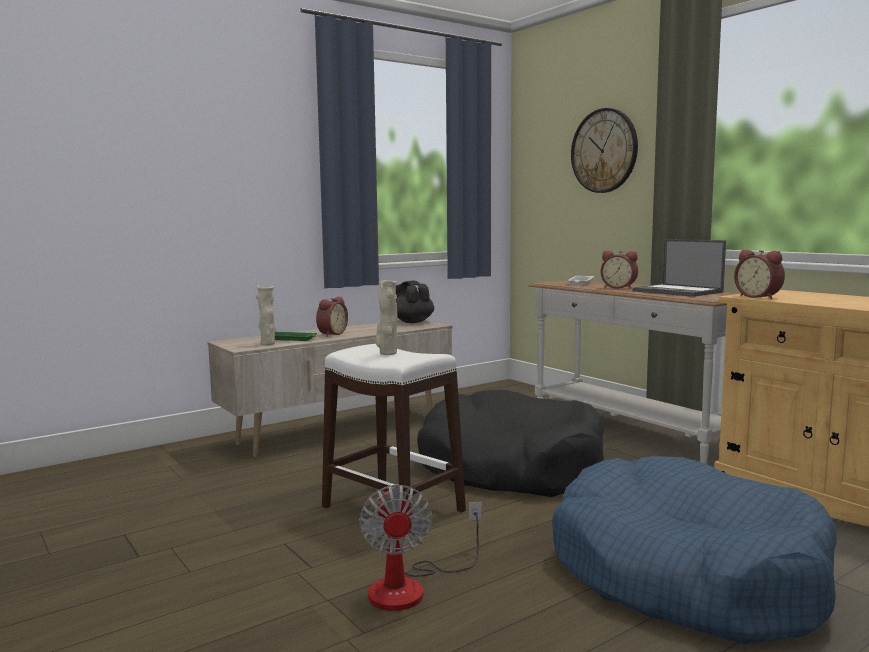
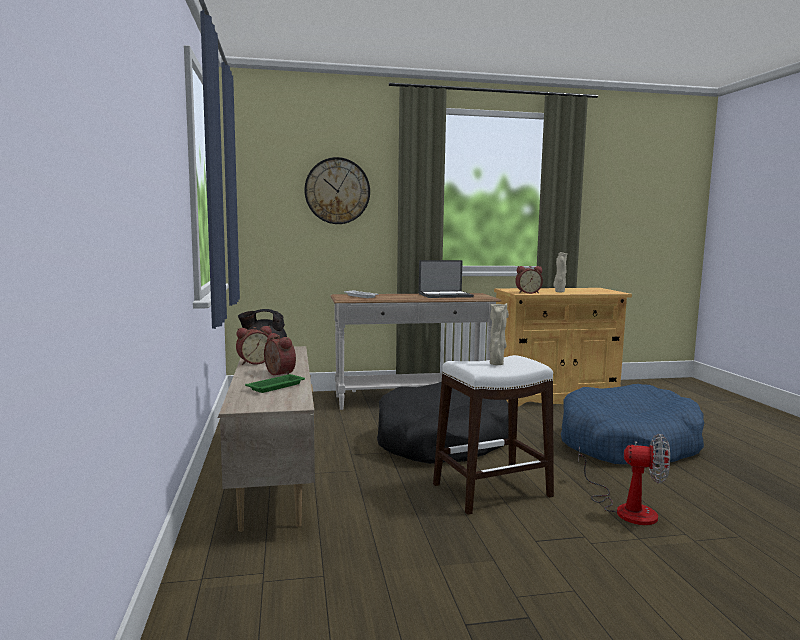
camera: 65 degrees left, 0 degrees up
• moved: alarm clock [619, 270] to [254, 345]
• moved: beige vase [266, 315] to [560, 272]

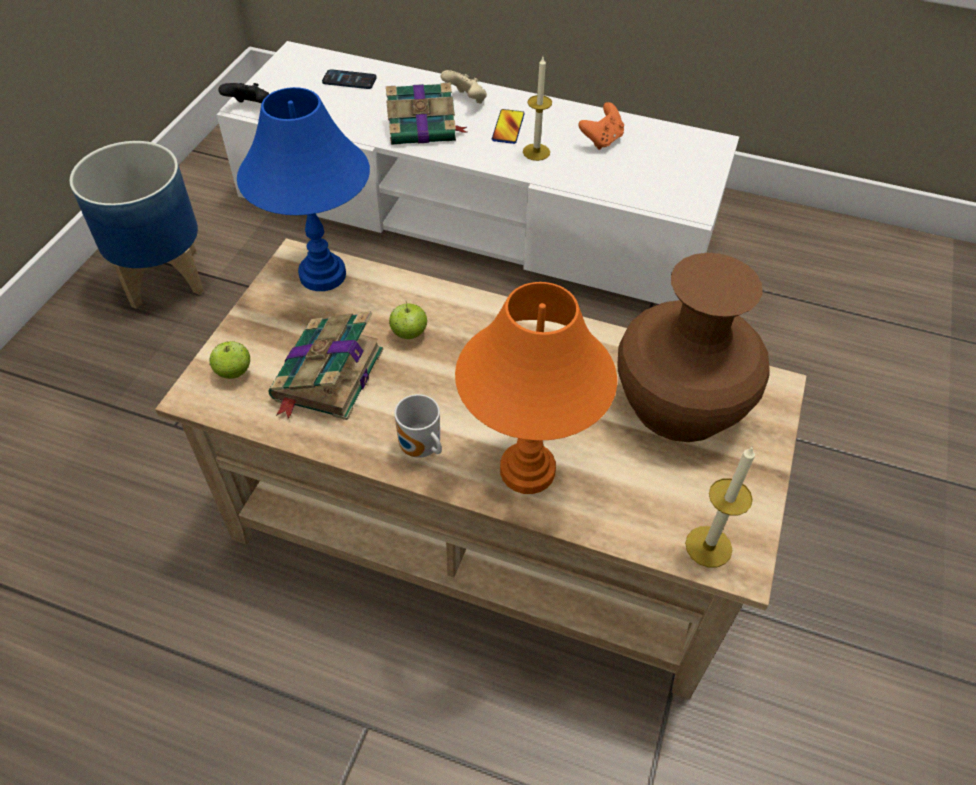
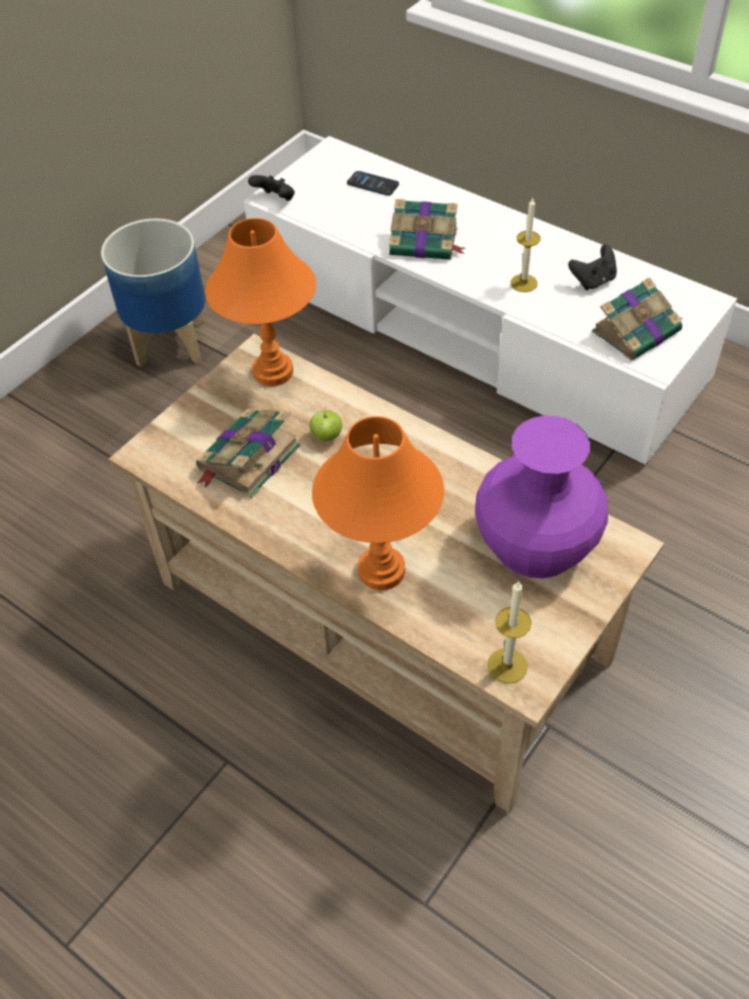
camera: 20 degrees right, 0 degrees up
• recoloured: blue table lamp [303, 189] to orange table lamp [260, 302]
• recoloured: brown vase [693, 347] to purple vase [541, 496]
• recoloured: orange game controller [601, 126] to black game controller [592, 267]
• added: book [637, 318]
• removed: apple [229, 360]
• removed: mug [418, 426]
• removed: beige game controller [464, 87]
• removed: phone [508, 126]

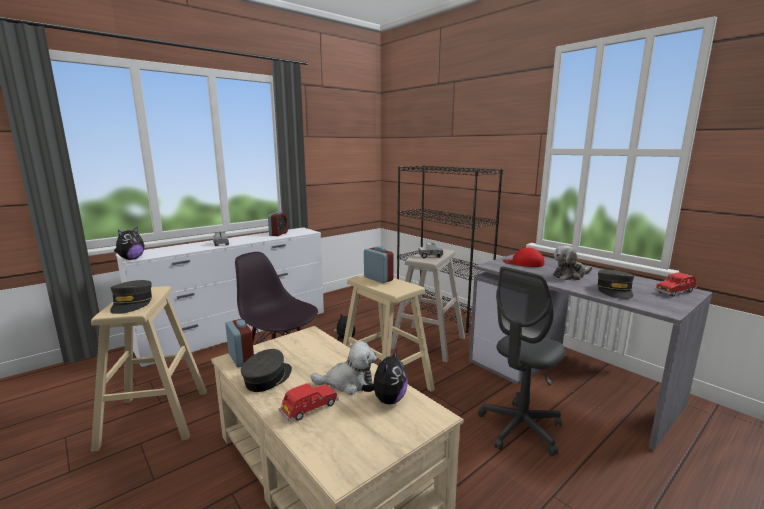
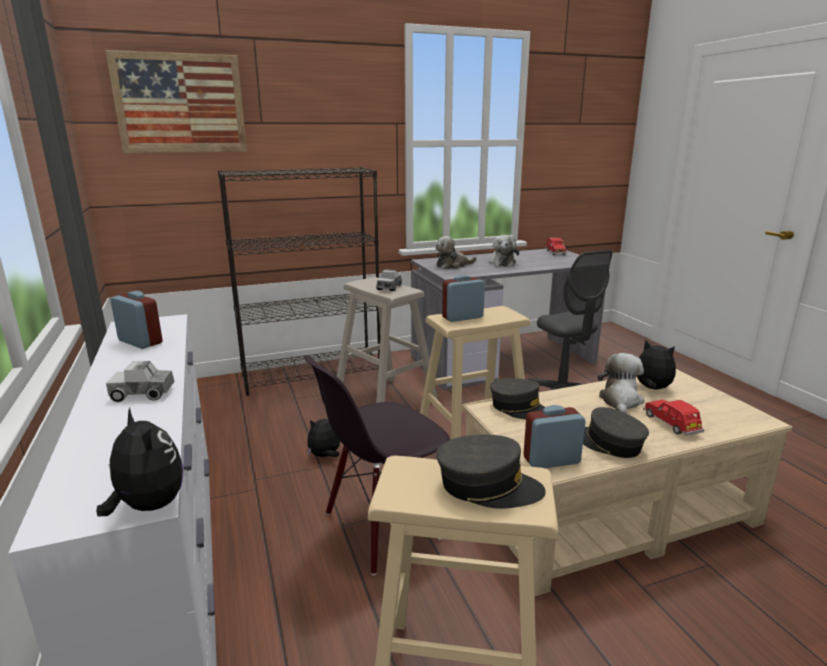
camera: 70 degrees left, 5 degrees up
• added: picture [176, 101]
• replaced: red cap [523, 257] to plush toy [455, 252]
• moved: grey cap [615, 284] to [517, 398]

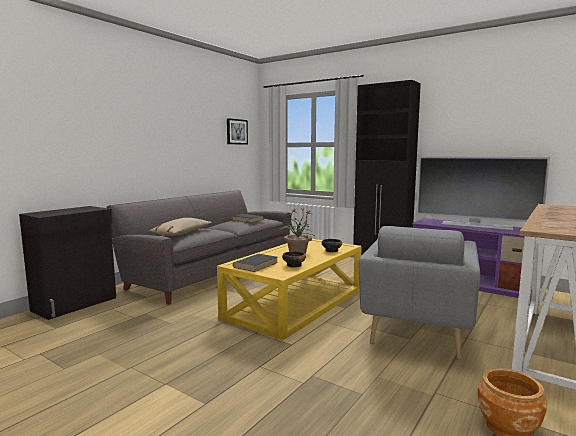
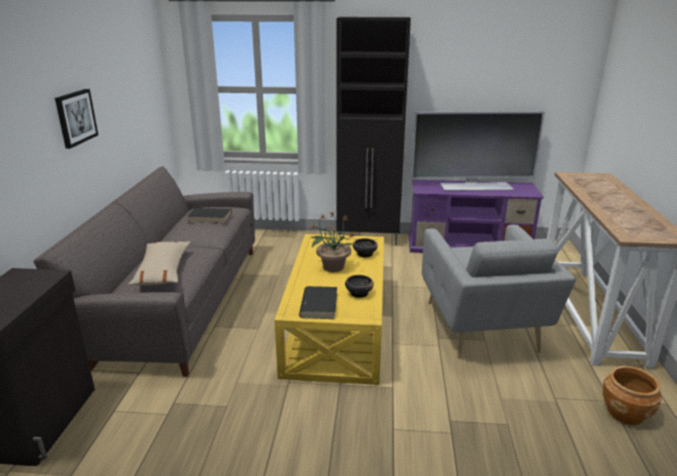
camera: 30 degrees left, 15 degrees up
• moved: picture [237, 131] to [76, 119]

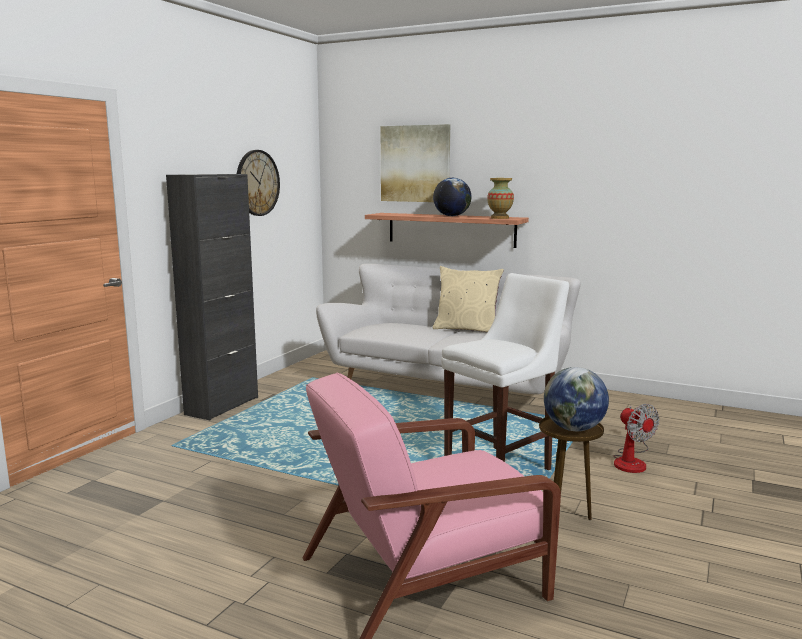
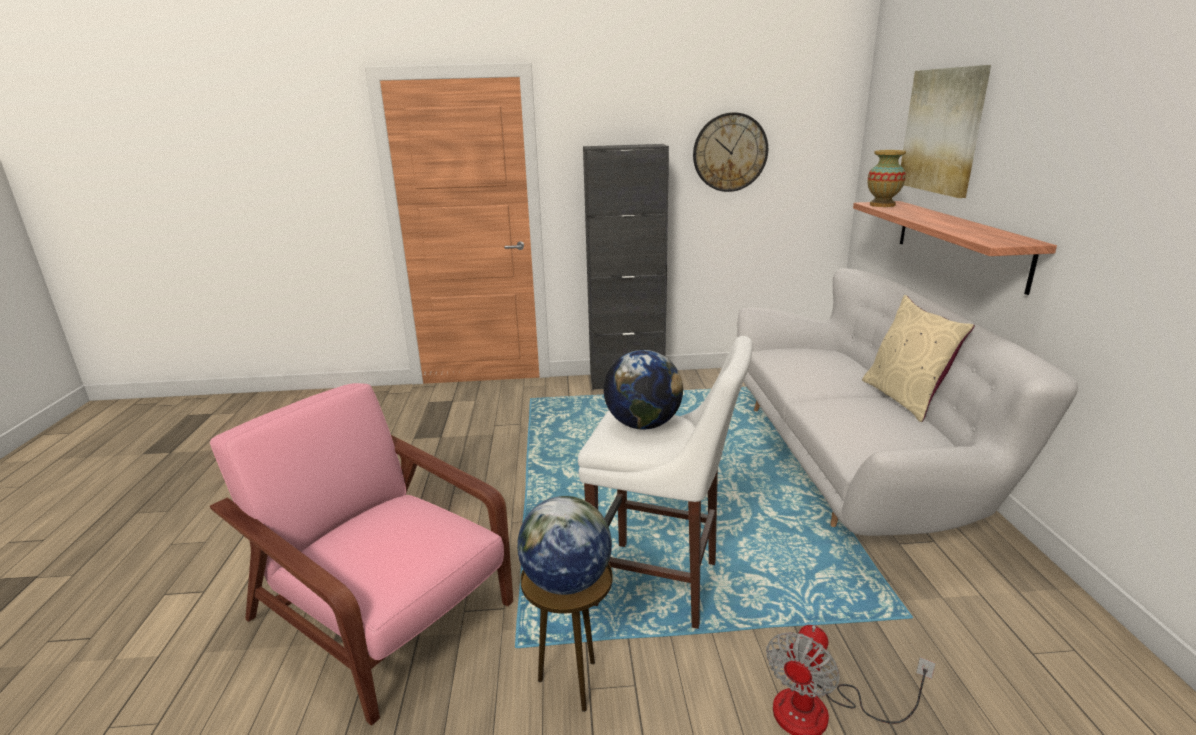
camera: 60 degrees right, 10 degrees up
• moved: globe [452, 197] to [643, 389]
• moved: vase [500, 198] to [887, 178]

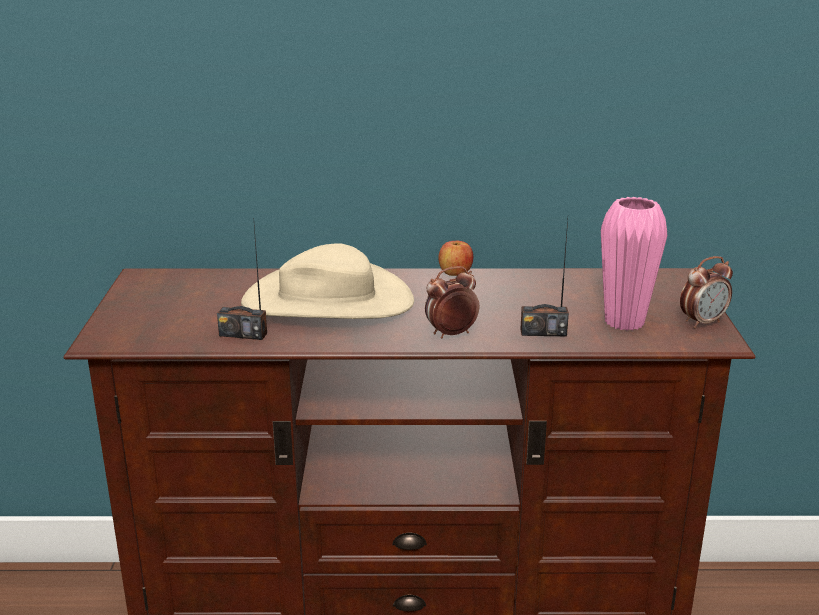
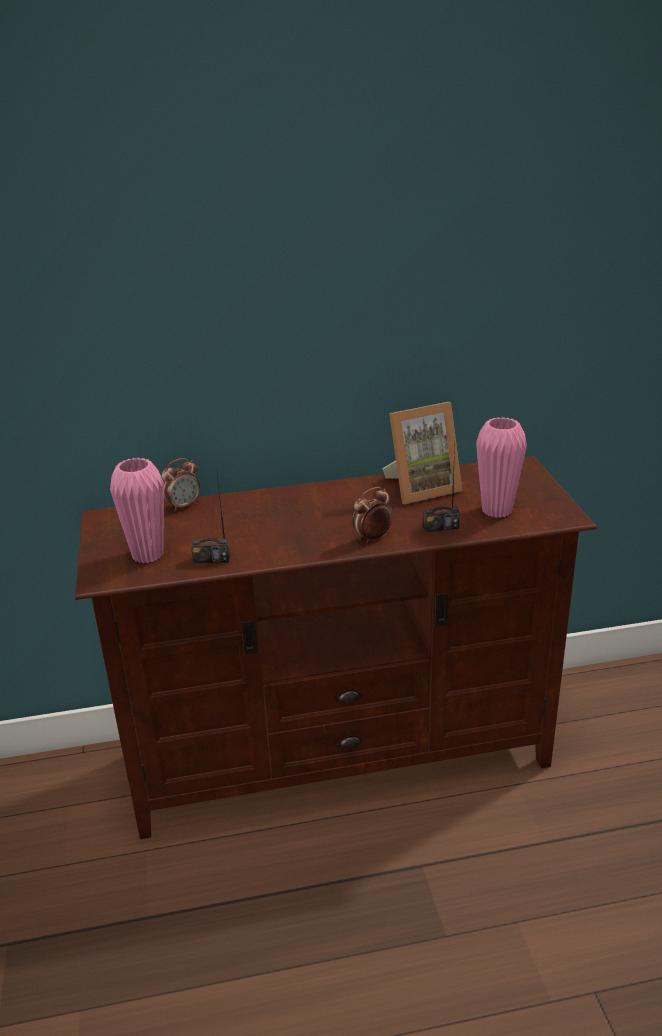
camera: 10 degrees left, 5 degrees up
• added: pink vase [137, 510]
• moved: alarm clock [706, 292] to [181, 485]
• added: picture frame [422, 453]
• removed: beige hat [327, 281]
• removed: apple [456, 258]

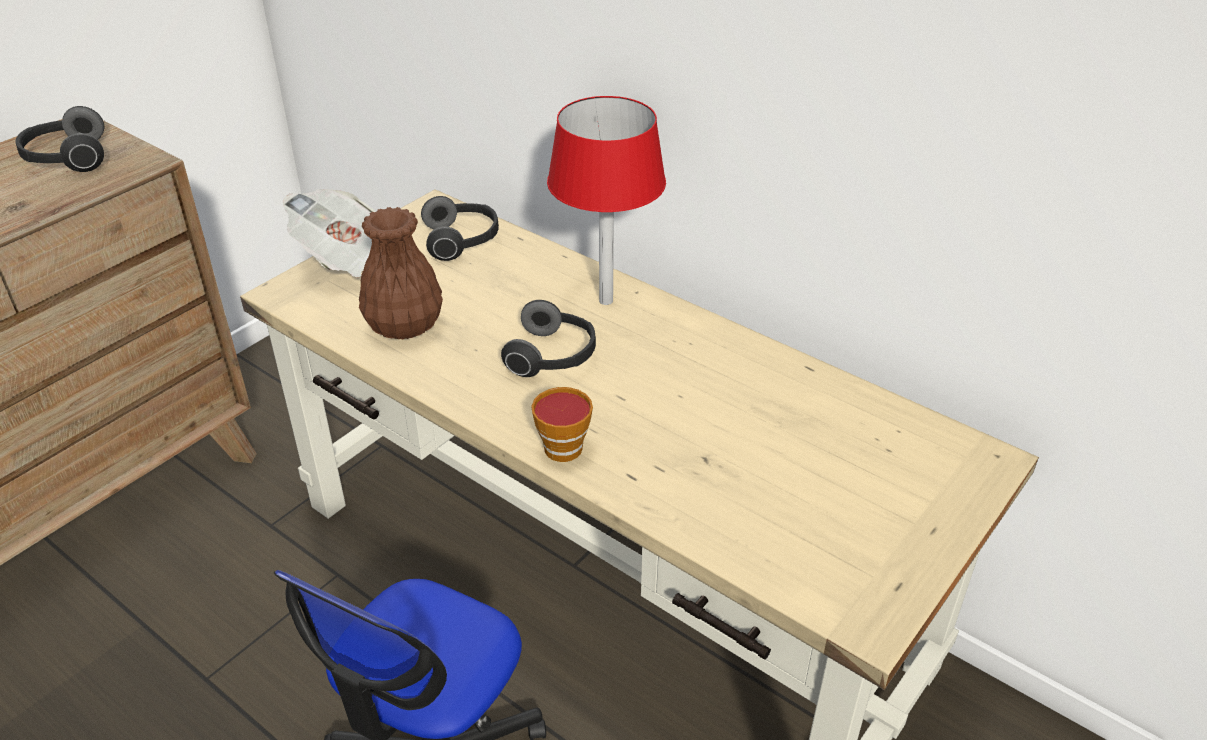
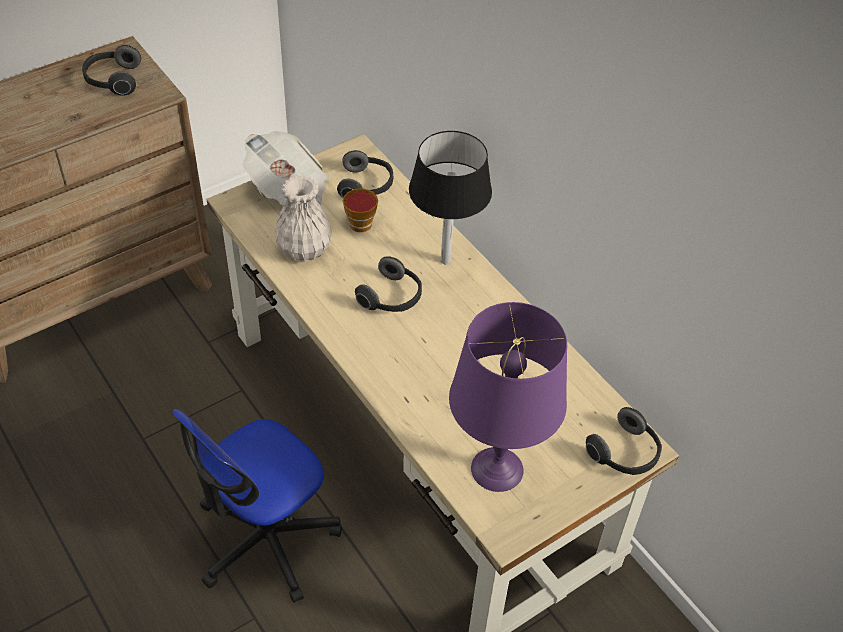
camera: 15 degrees right, 10 degrees up
• recoloured: brown vase [401, 273] to white vase [303, 218]
• moved: cup [562, 424] to [360, 210]
• recoloured: red table lamp [606, 200] to black table lamp [450, 198]
• added: purple table lamp [508, 397]
• added: headphones [624, 441]

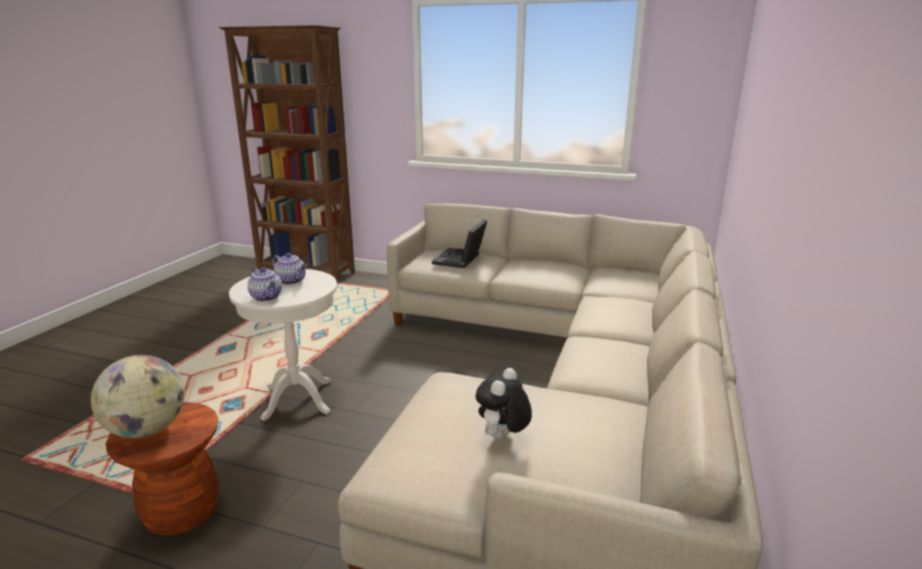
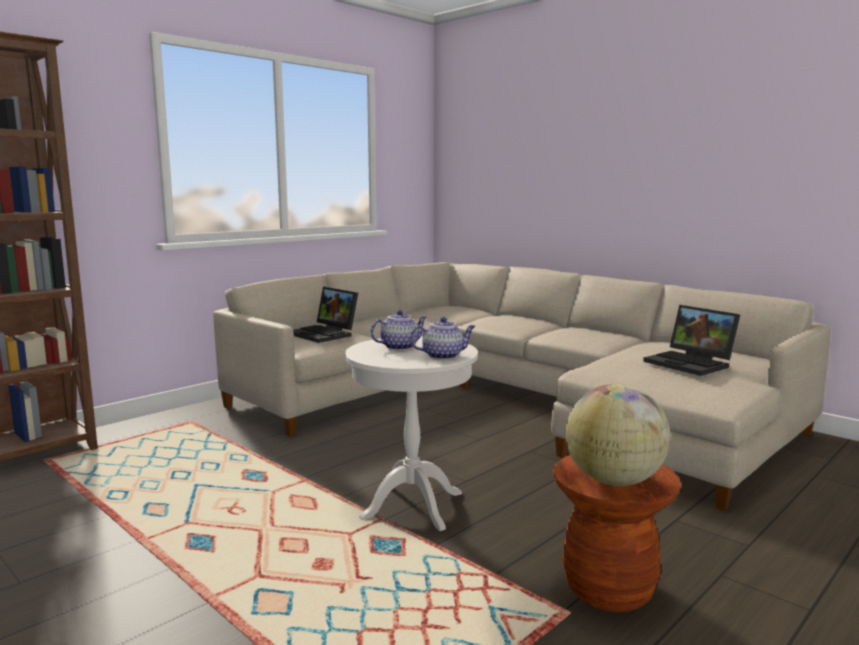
camera: 65 degrees left, 10 degrees down
• replaced: plush toy [504, 403] to laptop [691, 340]

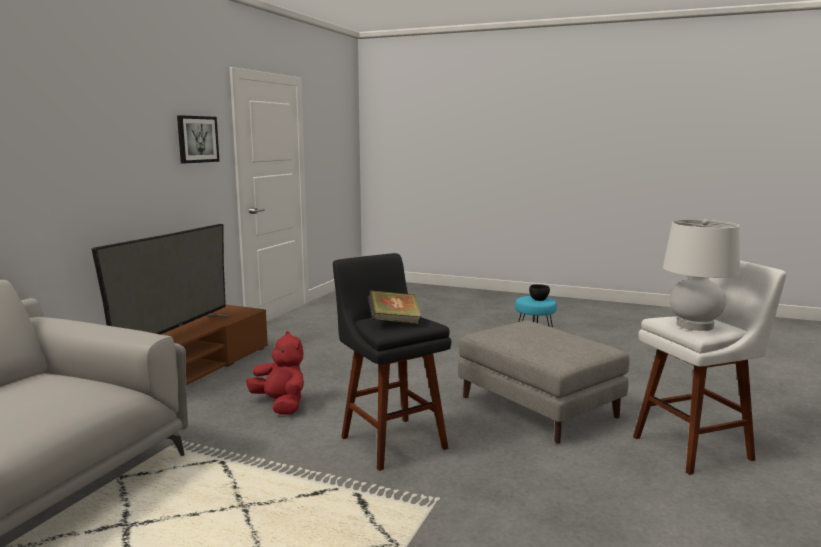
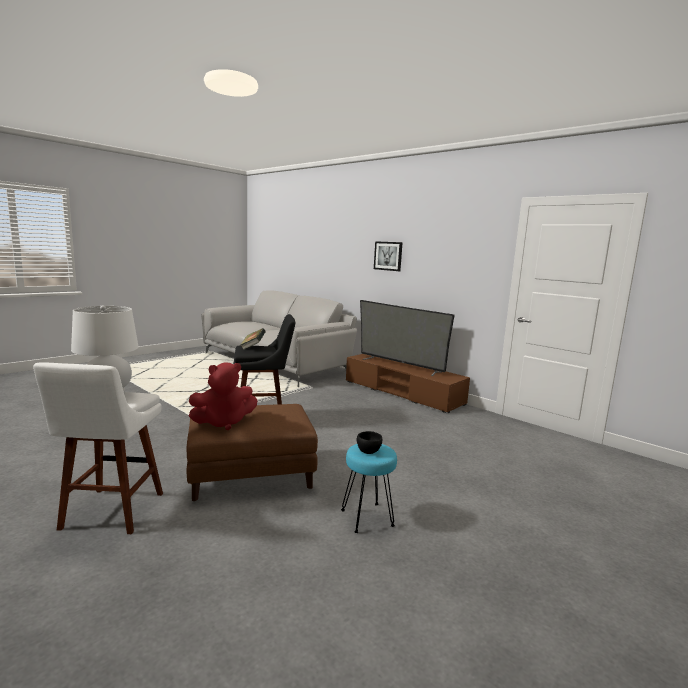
camera: 110 degrees right, 0 degrees up
• recoloured: grey ottoman [544, 382] to brown ottoman [252, 452]
• moved: red plush toy [275, 372] to [223, 396]
• moved: picture [198, 139] to [388, 256]

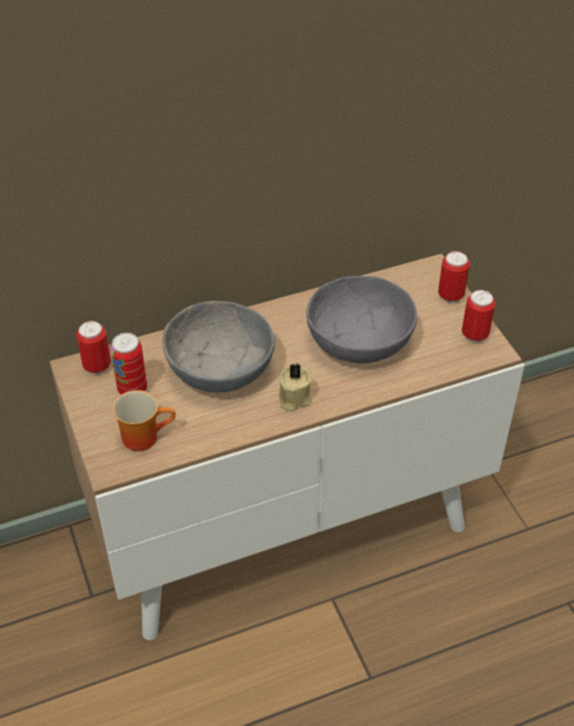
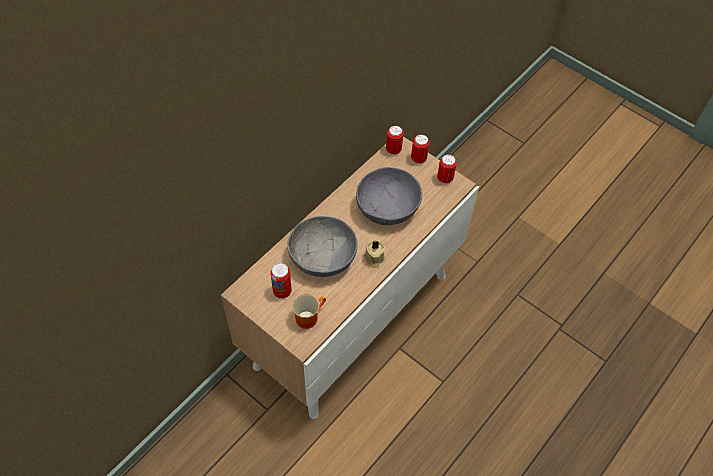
camera: 30 degrees left, 10 degrees up
• moved: can [93, 348] to [395, 140]

